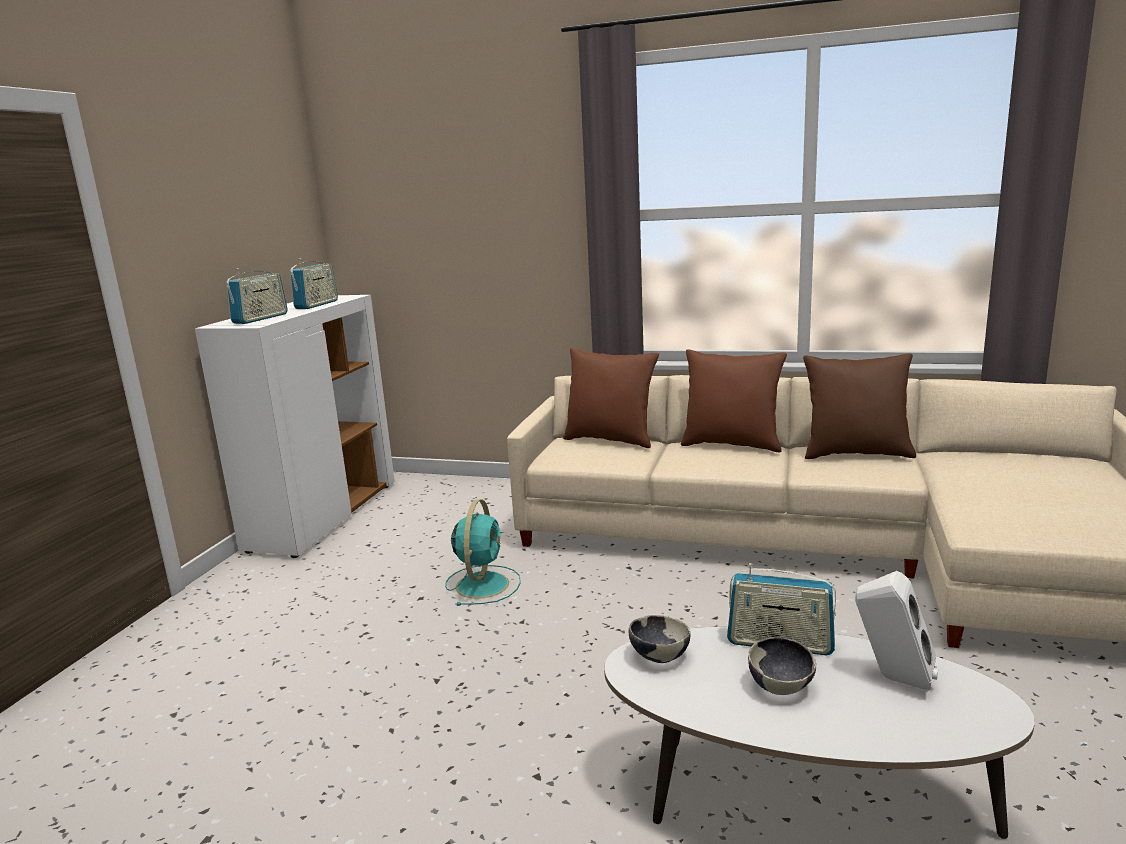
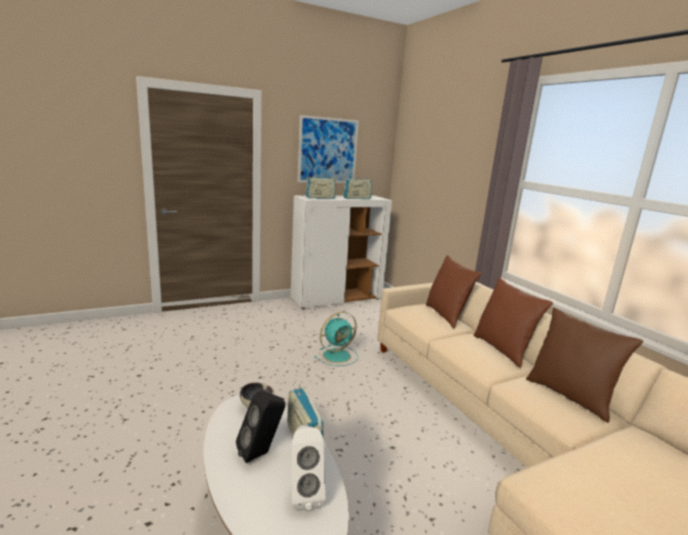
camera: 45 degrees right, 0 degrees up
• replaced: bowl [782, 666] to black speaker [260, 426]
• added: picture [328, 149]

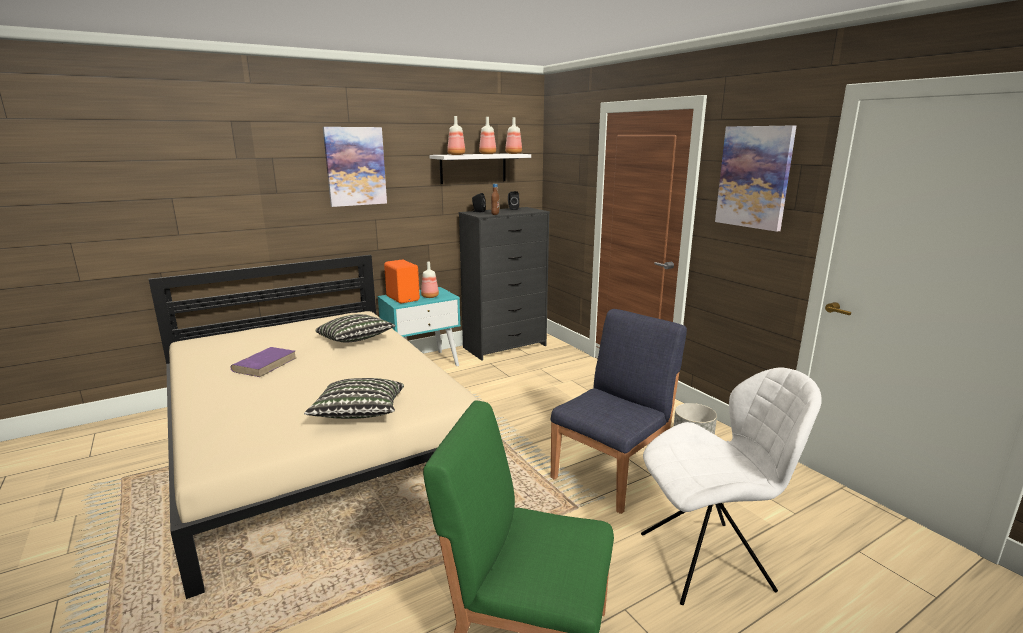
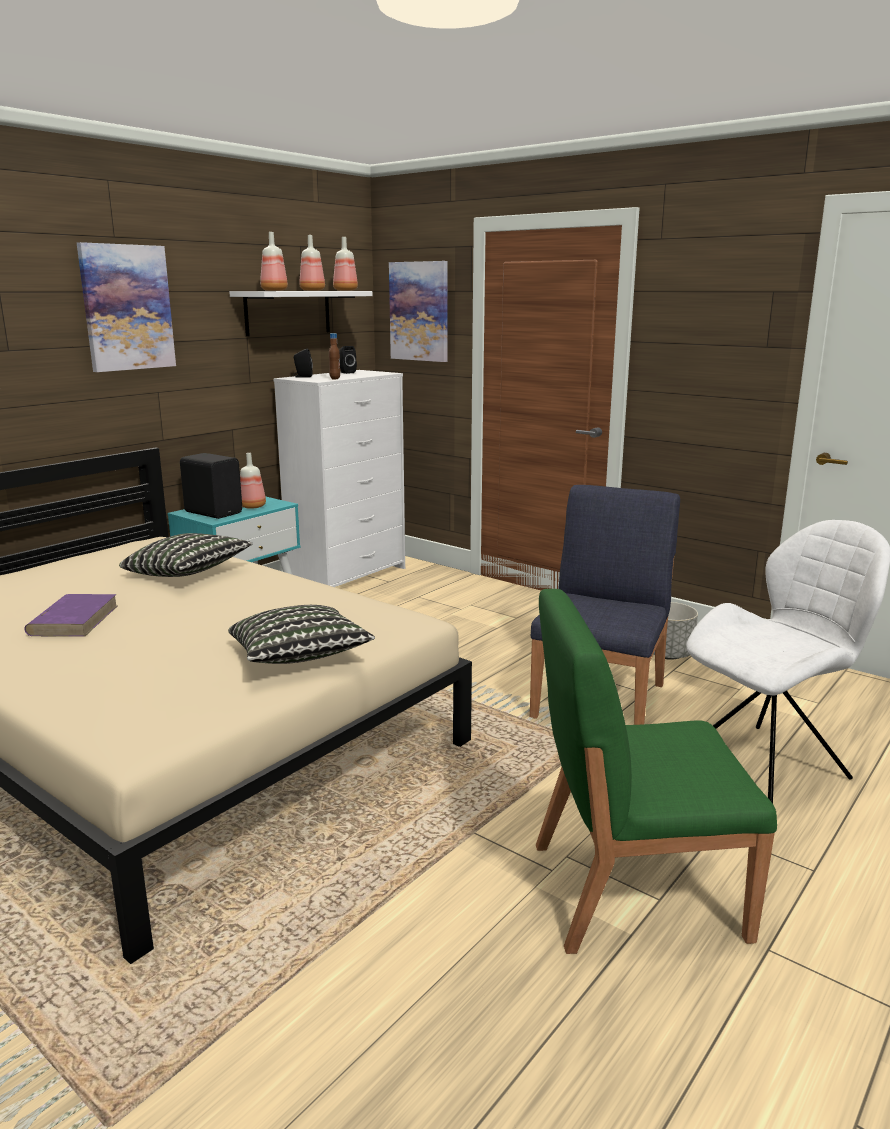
camera: 20 degrees left, 0 degrees up
• recoloured: orange speaker [402, 282] to black speaker [211, 486]
• recoloured: black dresser [504, 284] to white dresser [339, 478]
• moved: picture [756, 178] to [418, 311]

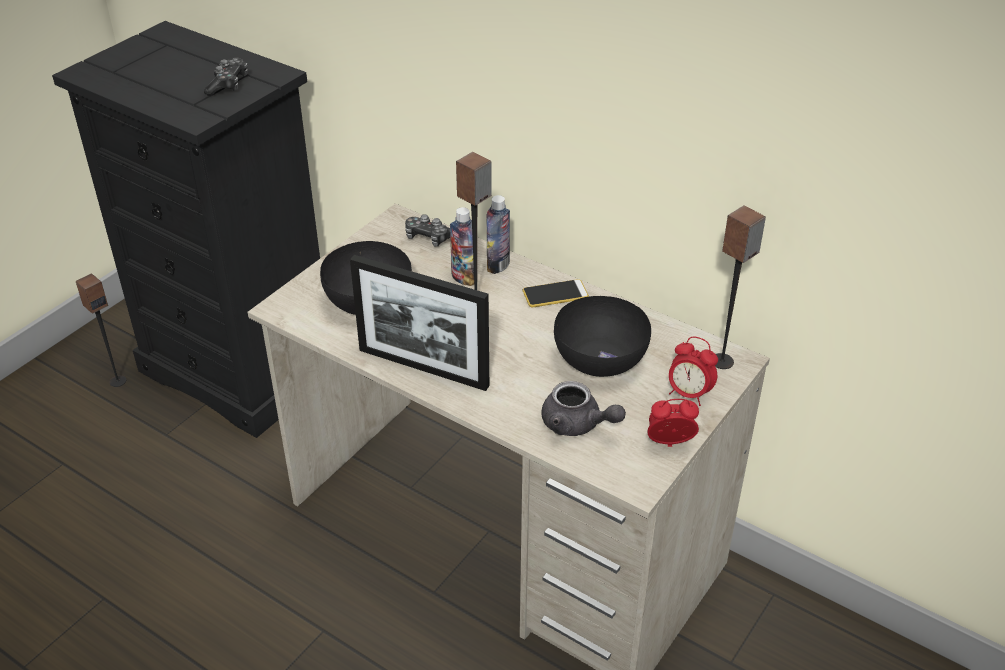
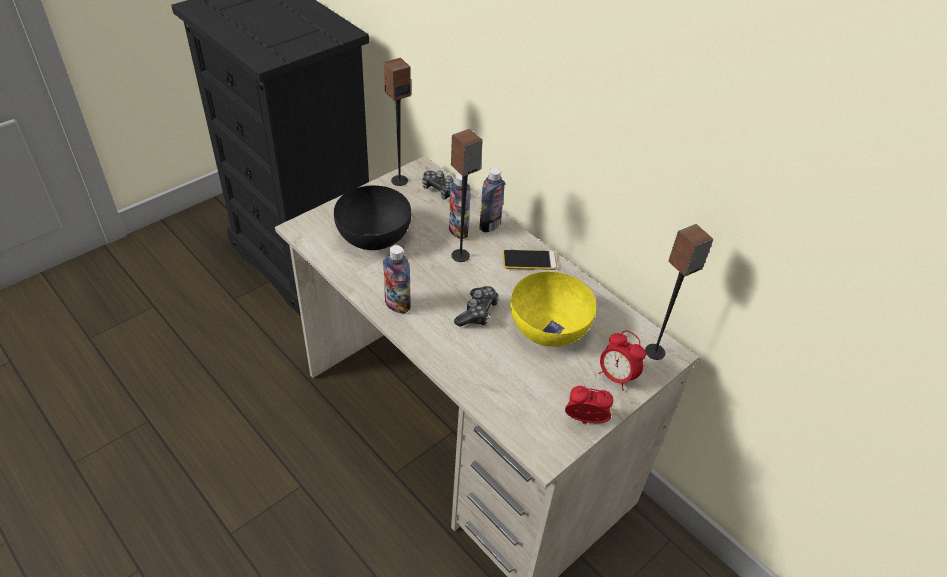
camera: 10 degrees right, 5 degrees up
• replaced: picture frame [419, 323] to bottle [397, 279]
• moved: speaker [101, 330] to [397, 122]
• moved: game controller [226, 76] to [476, 306]
• recoloured: black bowl [602, 336] to yellow bowl [553, 309]
• removed: grey teapot [583, 408]

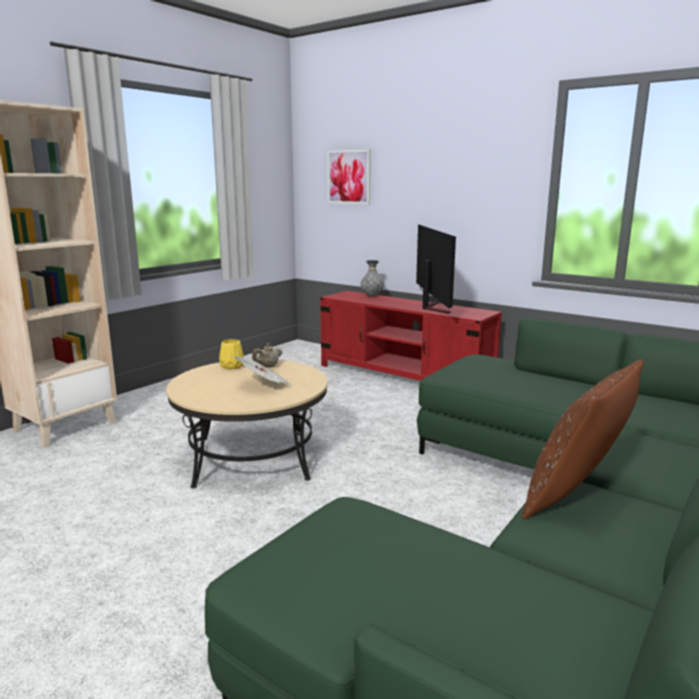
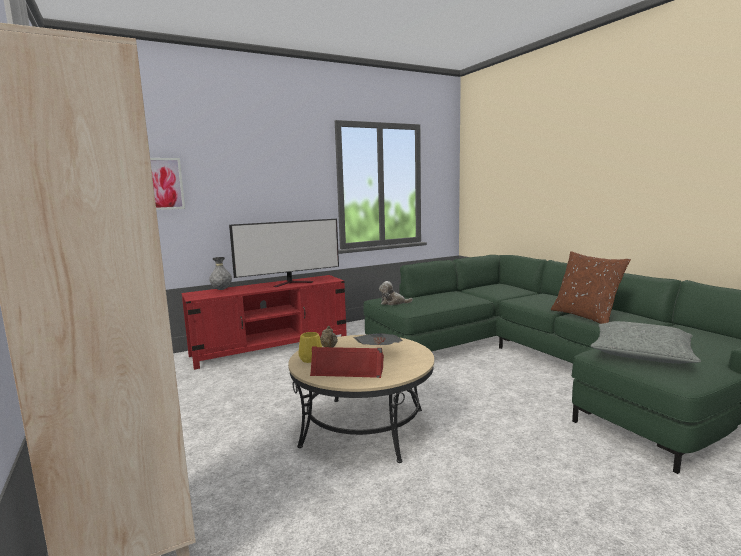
camera: 65 degrees left, 5 degrees down
• turned: television [436, 269] = [284, 253] 135 degrees clockwise
• added: red speaker [347, 362]
• added: plush toy [396, 293]
• added: grey pillow [646, 342]

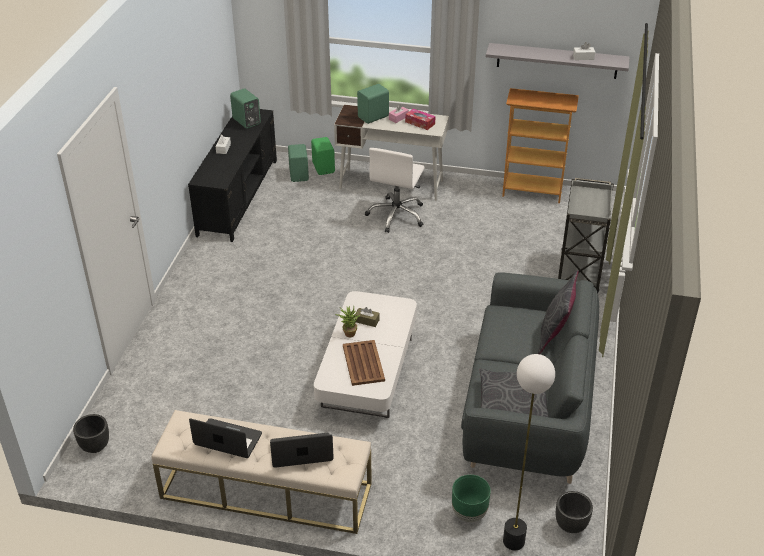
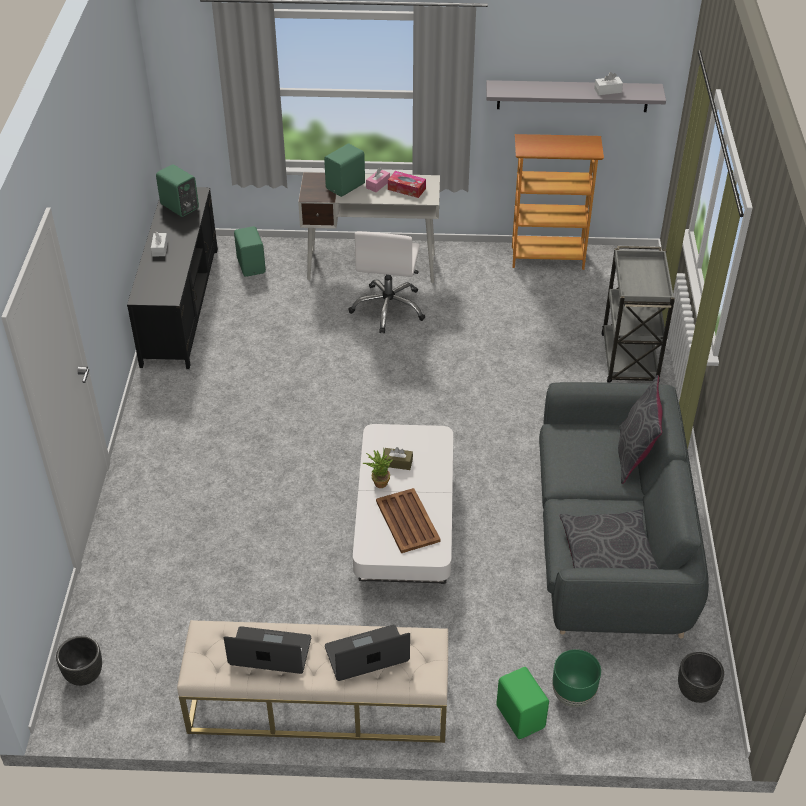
camera: 10 degrees left, 5 degrees up
• moved: green speaker [323, 156] to [522, 703]
• removed: floor lamp [529, 452]

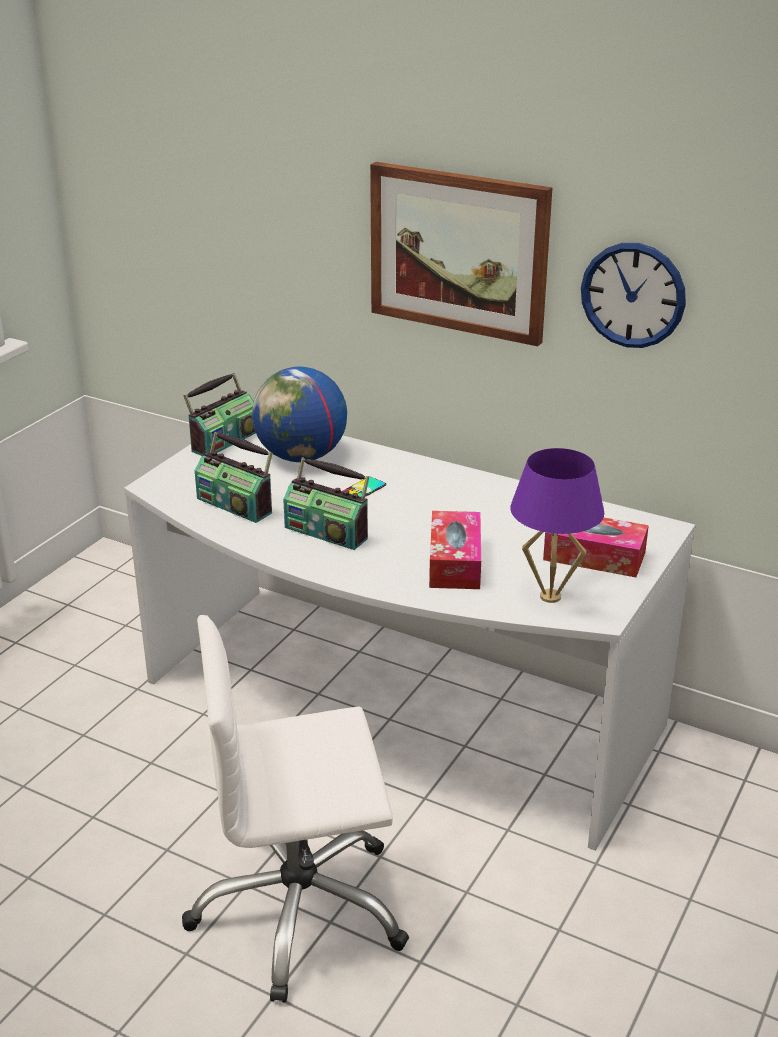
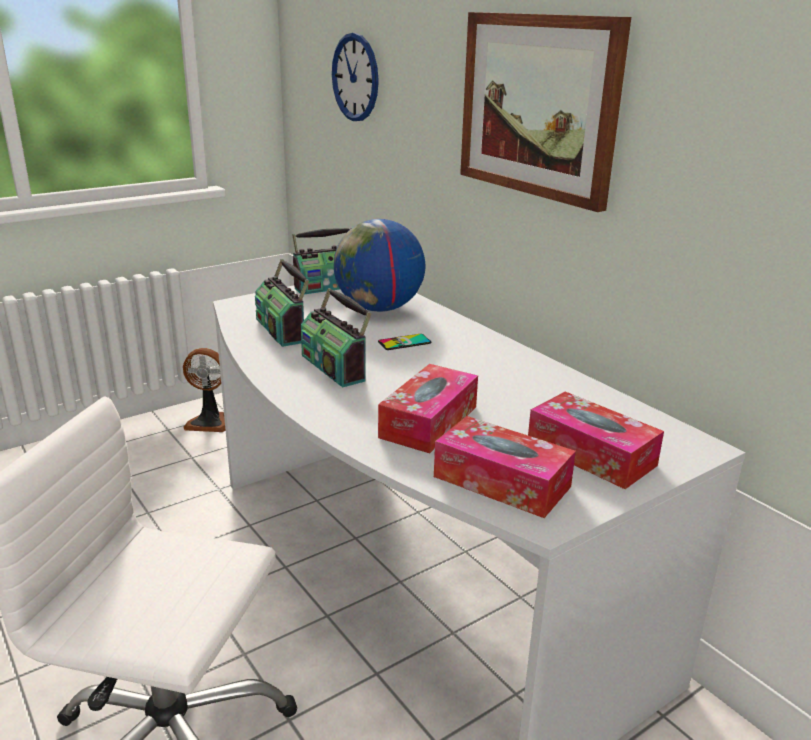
camera: 25 degrees right, 5 degrees down
• added: fan [204, 390]
• moved: wall clock [633, 295] to [355, 77]
• replaced: purple table lamp [557, 525] to tissue box [505, 467]

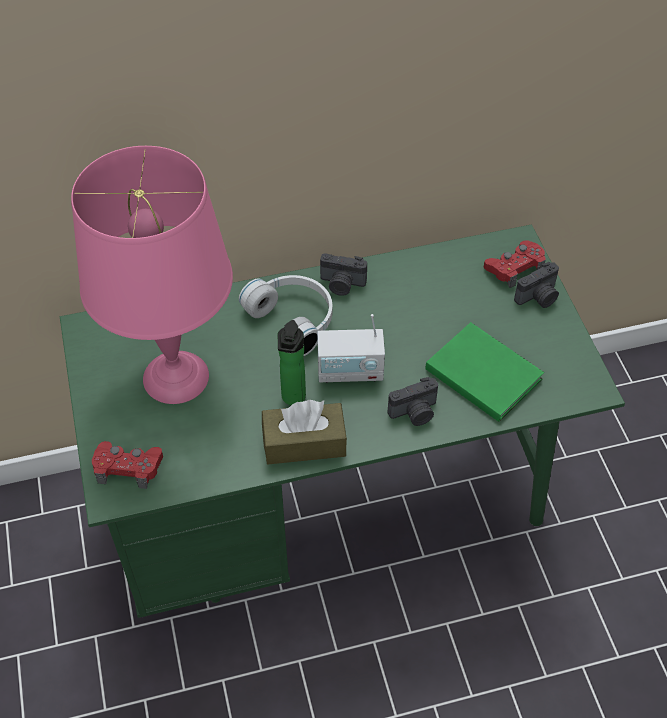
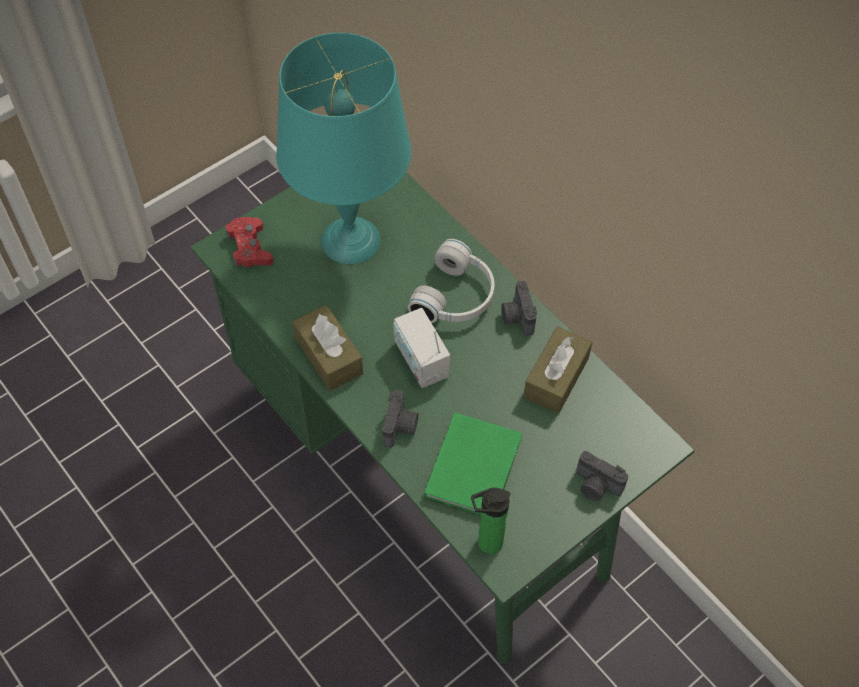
camera: 65 degrees right, 5 degrees up
• recoloured: pink table lamp [152, 275] to turquoise table lamp [343, 148]
• turned: photo camera [413, 401] = [400, 418] 120 degrees counterclockwise
• moved: bottle [291, 362] to [490, 520]
• added: brown tissue box [557, 369]
• removed: red game controller [515, 264]

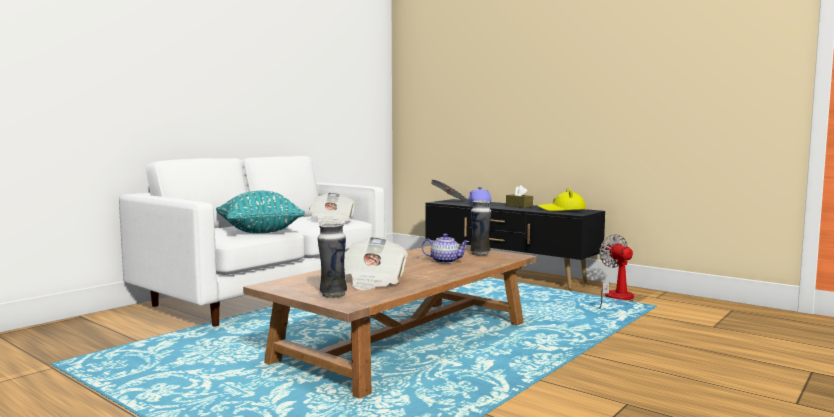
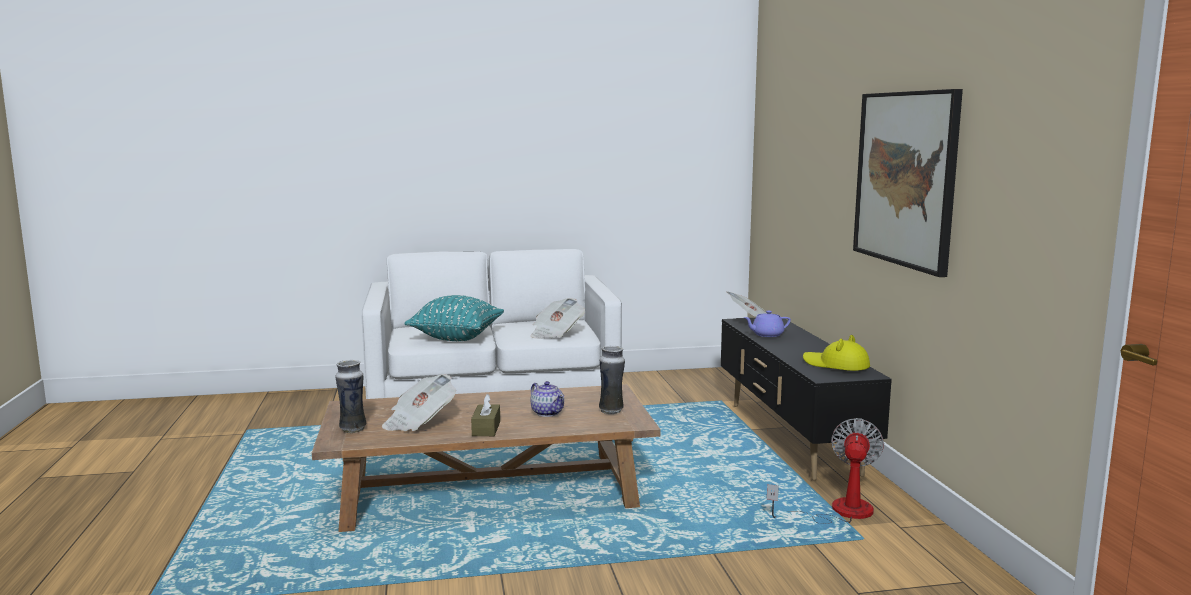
camera: 40 degrees right, 5 degrees up
• moved: brown tissue box [519, 196] to [485, 415]
• added: picture [908, 183]

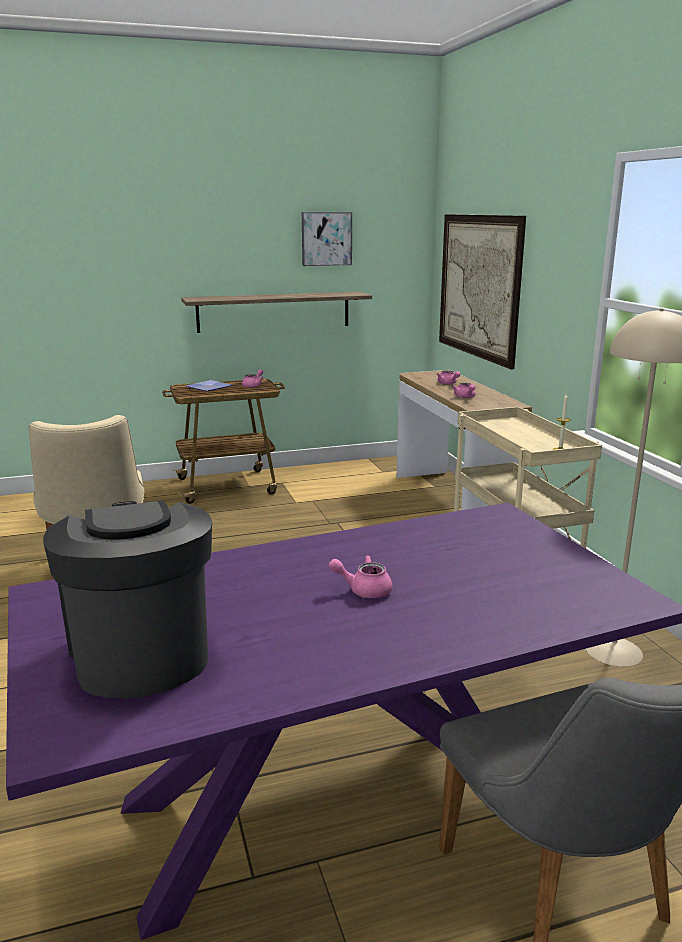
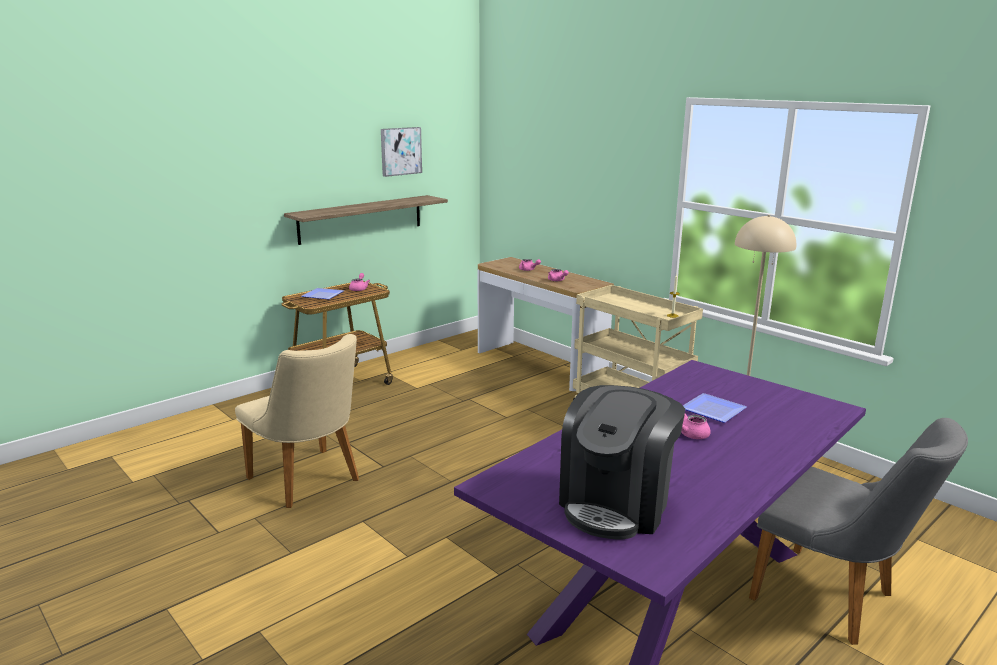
camera: 25 degrees left, 0 degrees up
• turned: coffee machine [127, 599] = [622, 462] 105 degrees counterclockwise
• added: plate [715, 408]
• removed: picture [482, 292]

